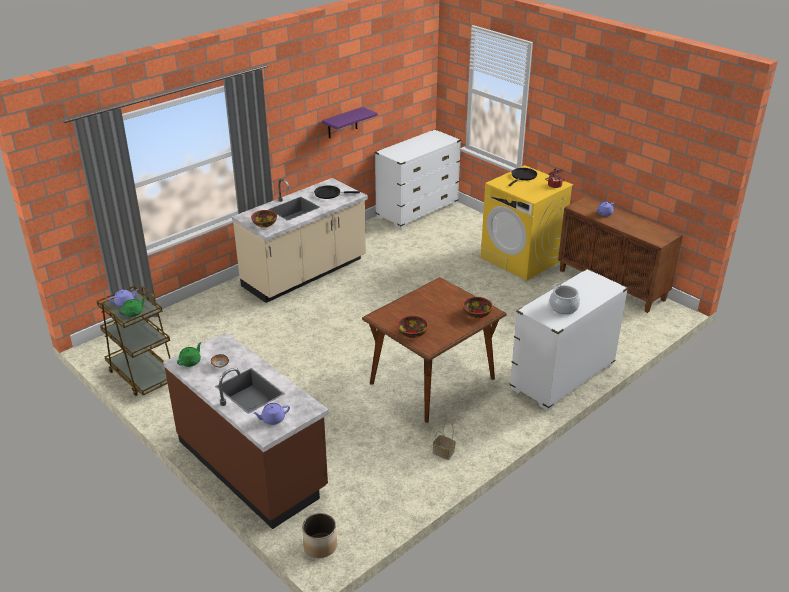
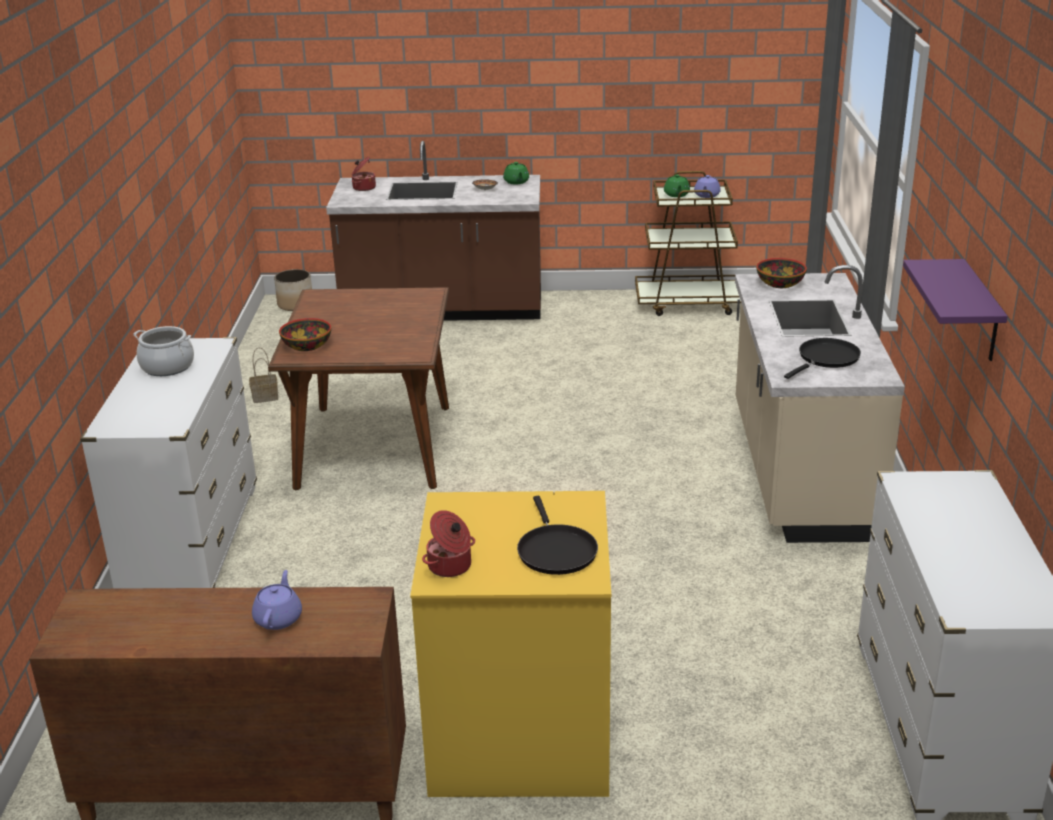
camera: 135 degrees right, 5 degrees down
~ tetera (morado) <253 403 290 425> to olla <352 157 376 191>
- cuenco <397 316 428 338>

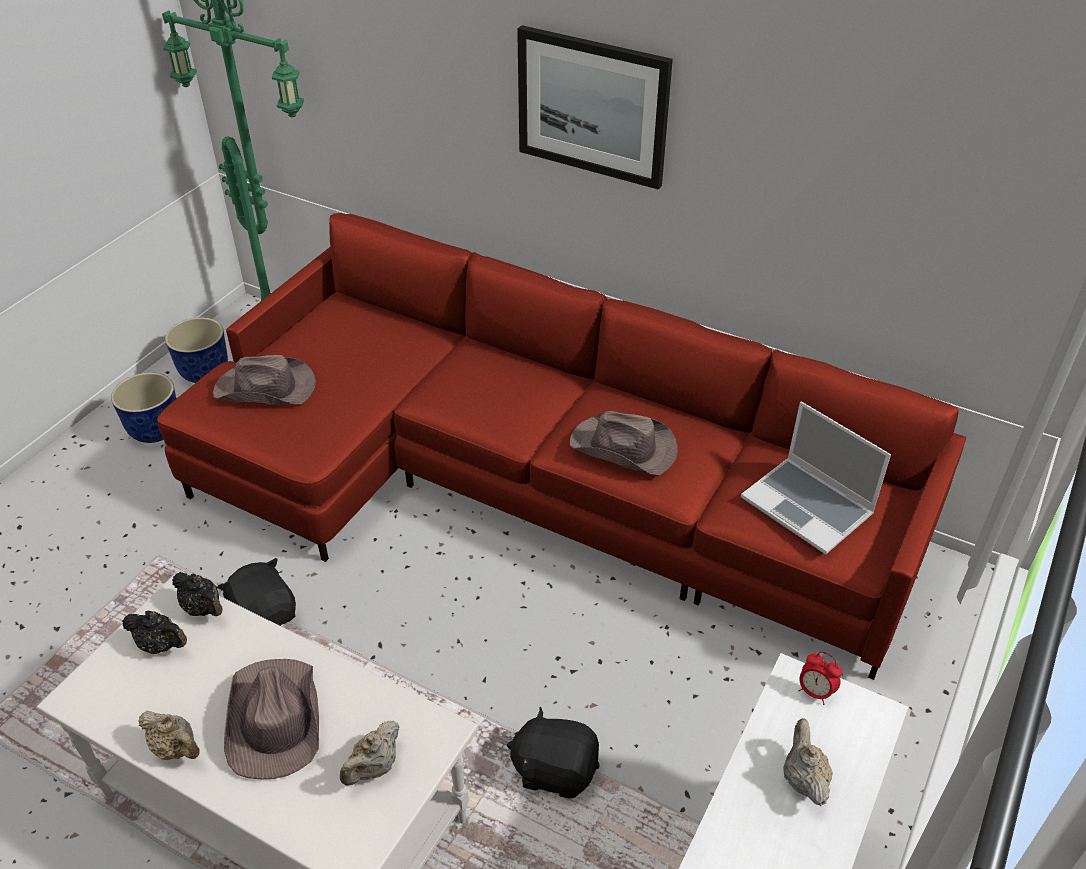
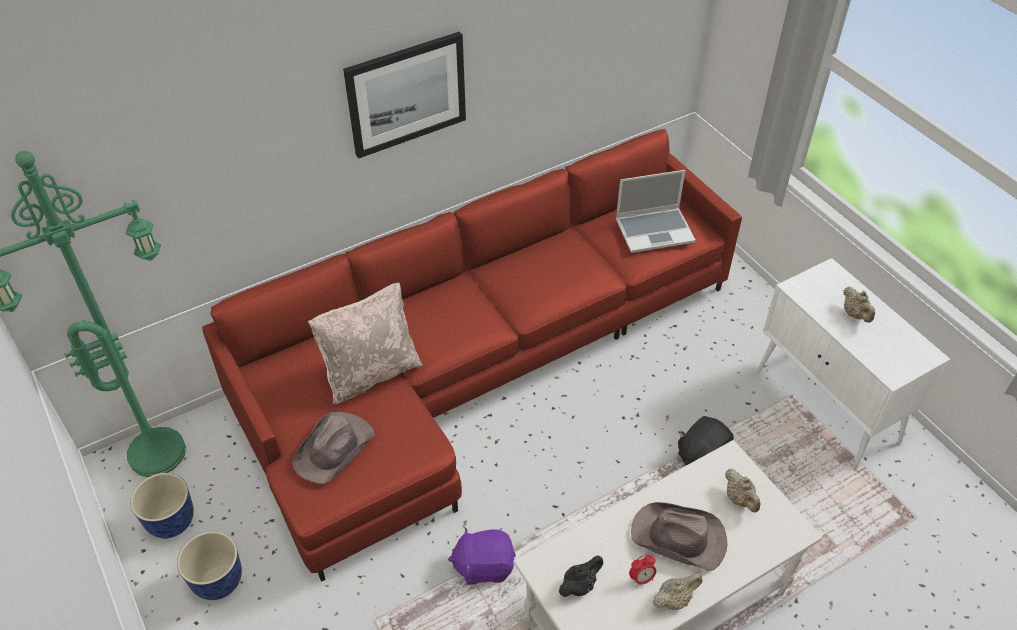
camera: 60 degrees left, 5 degrees up
+ cojín (beis) <308 282 422 404>
~ peluche (negro) <217 558 296 626> to peluche (morado) <448 527 516 585>
~ despertador <798 652 842 705> to <629 554 656 587>
~ tetera (beis) <783 718 833 806> = <844 287 875 323> 135 degrees counterclockwise
- tetera (negro) <172 572 222 616>
- sombrero (marrón) <570 411 678 475>

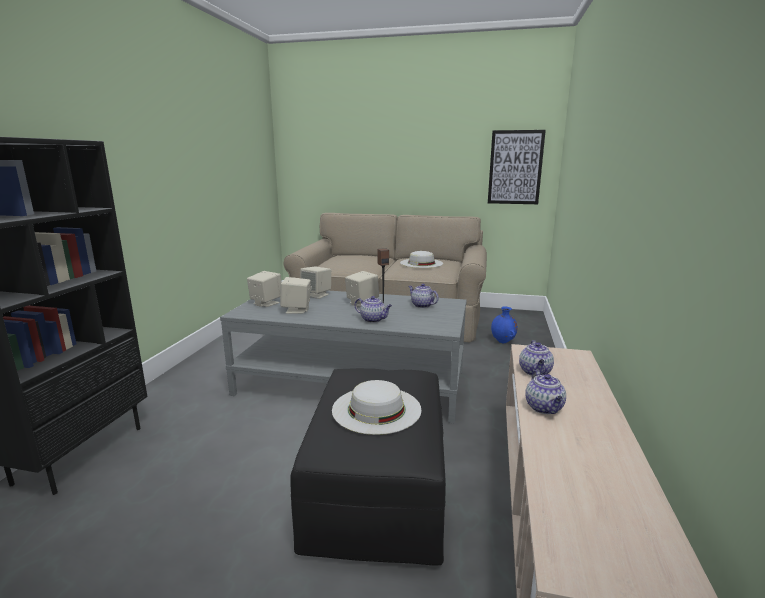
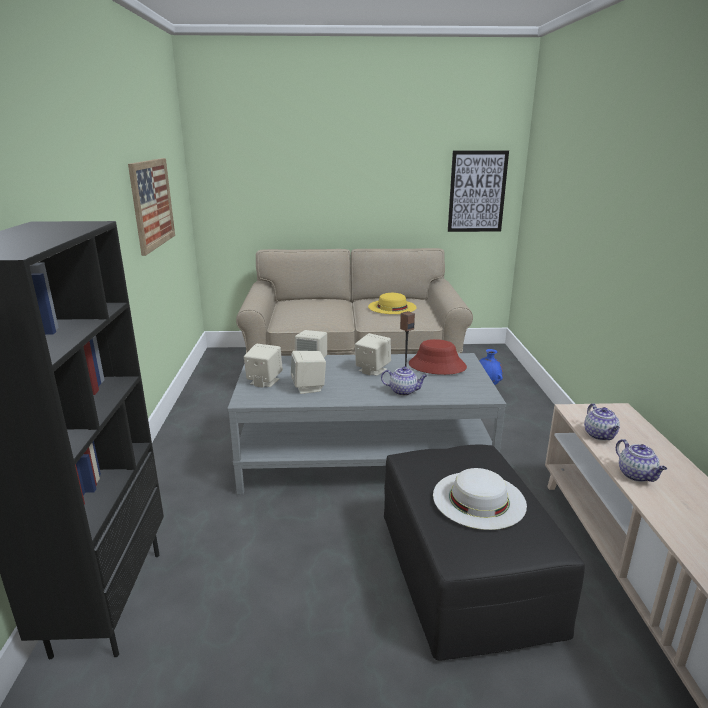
camera: 15 degrees left, 5 degrees up
+ cuadro <128 158 175 256>
~ sombrero (blanco) <400 251 443 268> to sombrero (amarillo) <368 293 417 314>
~ tetera <408 284 439 308> to sombrero (rojo) <409 339 467 375>

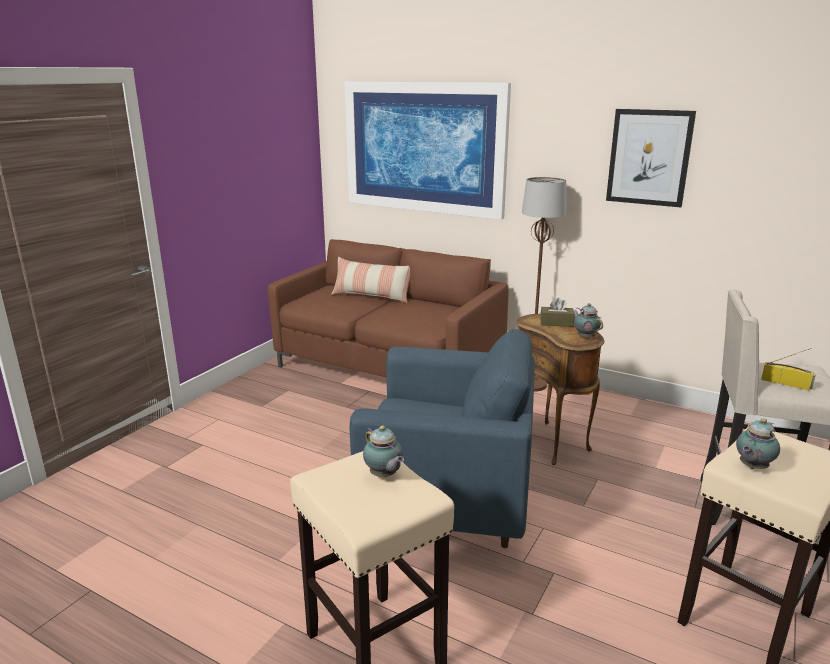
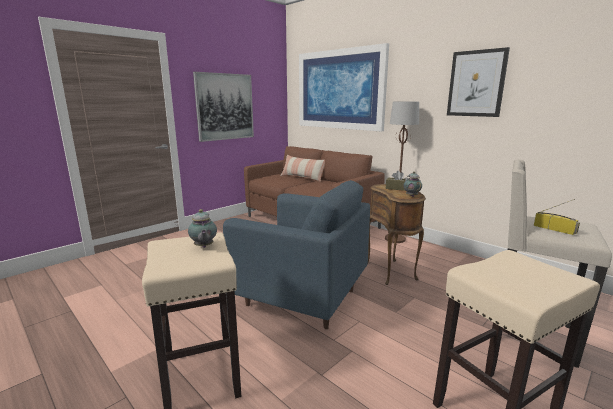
camera: 15 degrees right, 5 degrees down
+ cuadro <193 72 254 142>
- tetera <736 418 780 469>

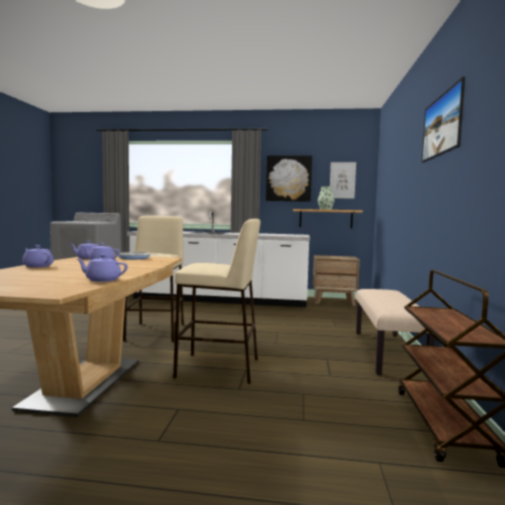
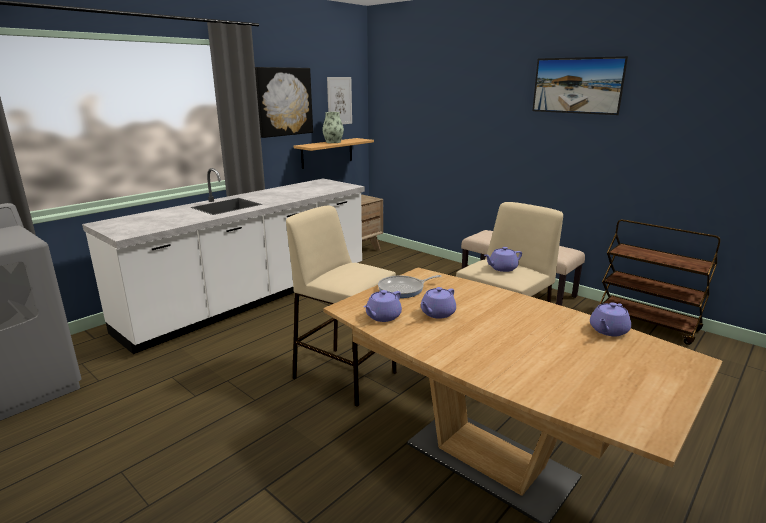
camera: 55 degrees left, 15 degrees up
~ tetera (morado) <22 245 54 267> to <484 247 522 272>

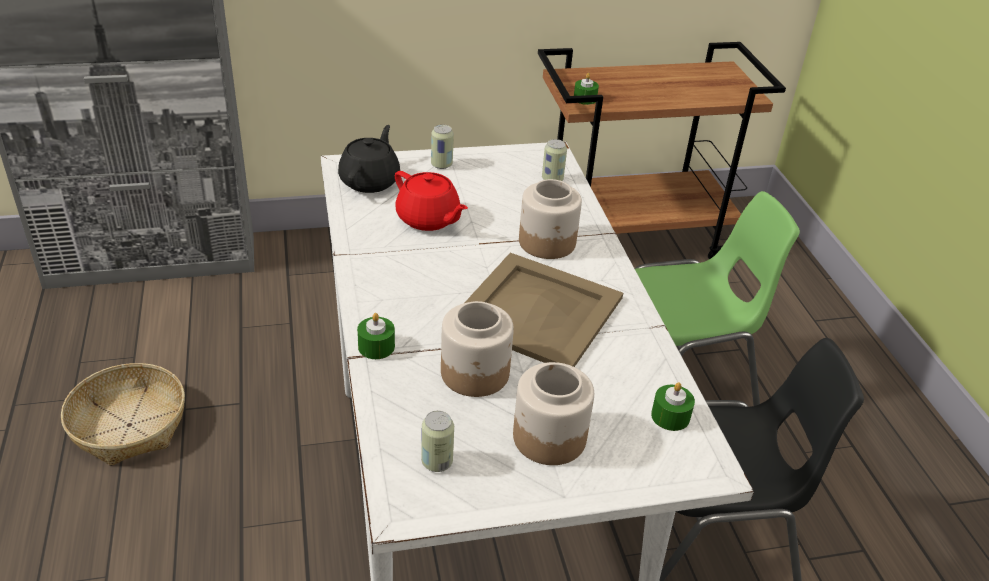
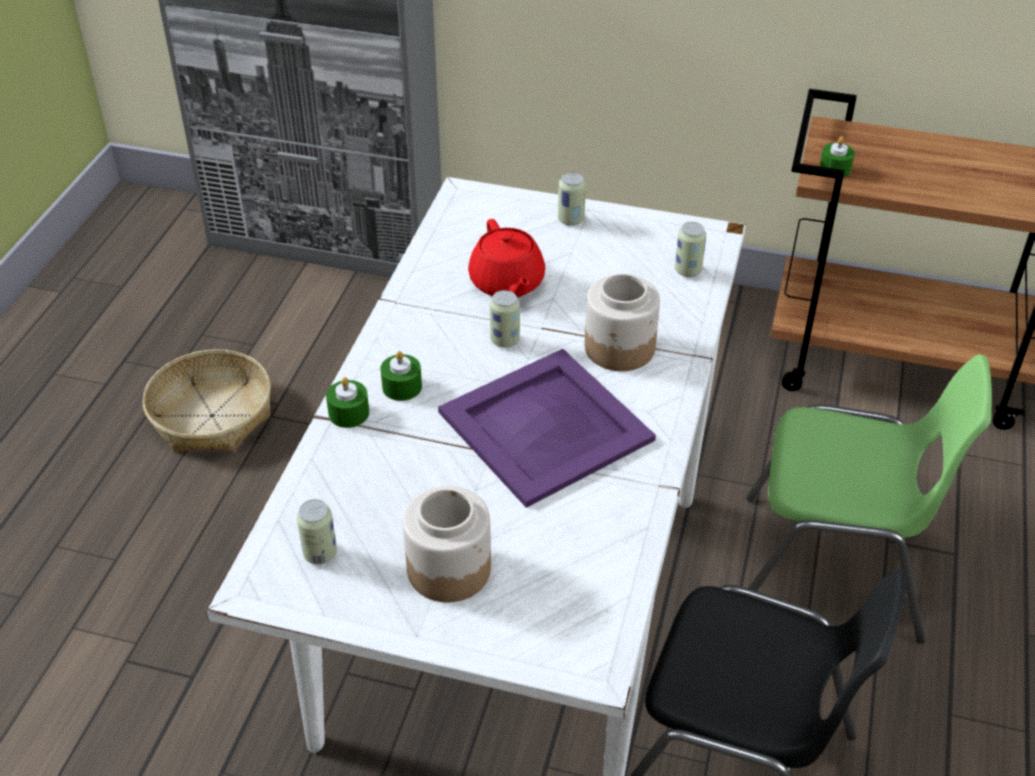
camera: 30 degrees right, 5 degrees up
~ vela (verde) <651 382 695 431> to <380 351 422 401>
~ bandeja (beis) <465 253 623 367> to bandeja (morado) <438 349 656 508>
+ lata <490 290 520 348>
- tetera (negro) <338 125 400 193>
- tarro <441 301 514 397>

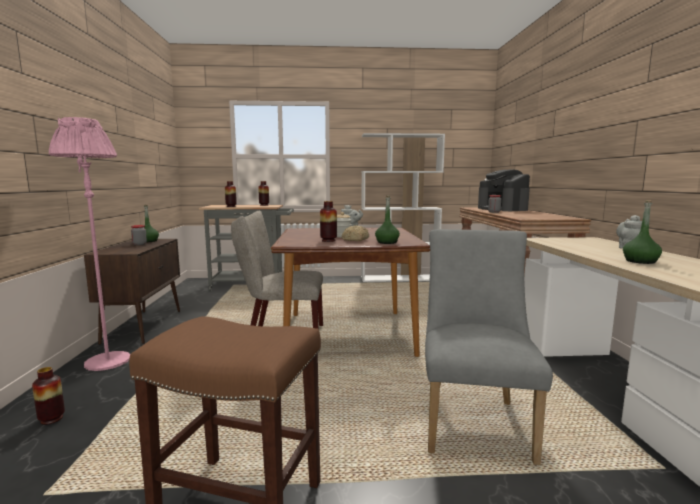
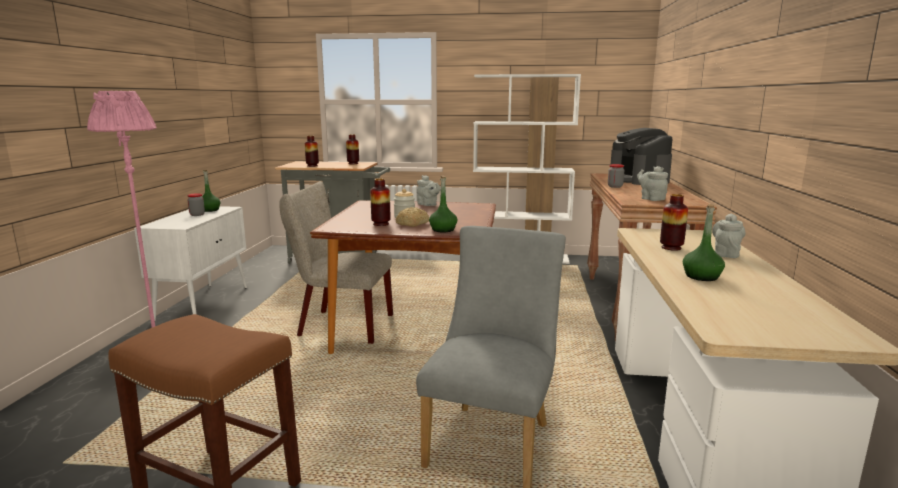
camera: 10 degrees right, 5 degrees up
~ armario (marrón) <84 239 180 345> to armario (blanco) <134 206 247 321>
+ tetera (gris) <637 166 668 201>
~ florero <32 367 65 425> to <660 194 688 251>

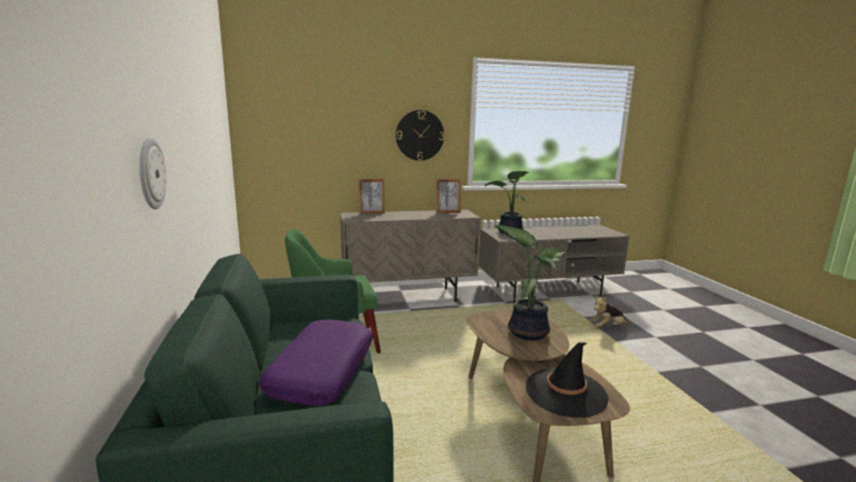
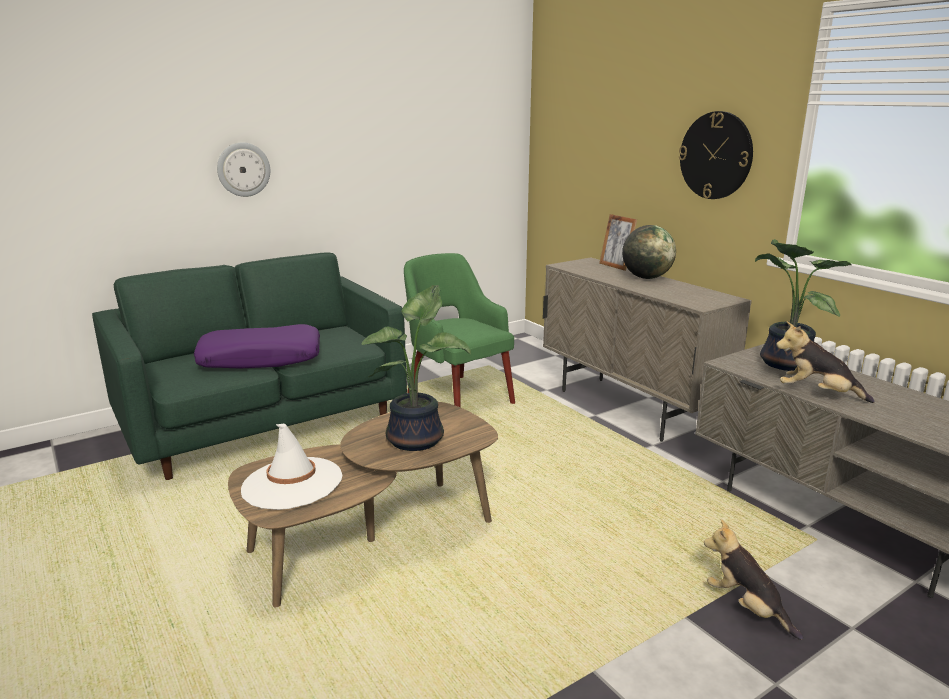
camera: 70 degrees right, 5 degrees up
~ sombrero (negro) <526 342 609 418> to sombrero (blanco) <241 424 342 510>
+ globo terráqueo <622 225 676 279>
+ peluche <776 322 874 403>
- portarretratos <436 179 461 213>

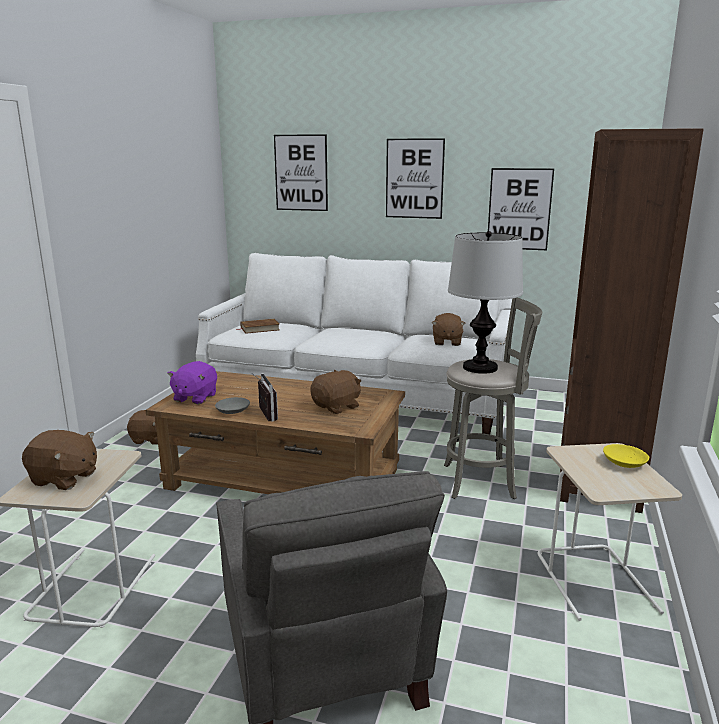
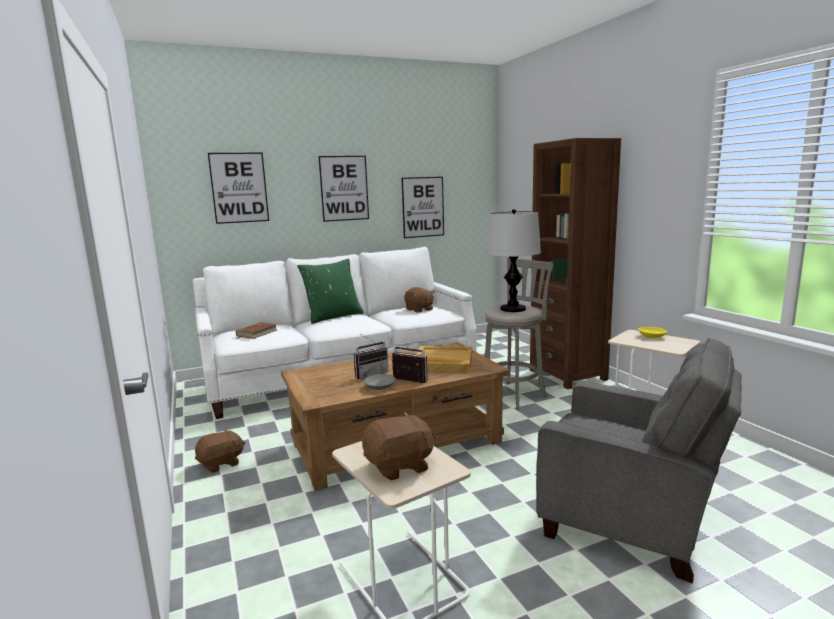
camera: 40 degrees left, 5 degrees down
+ cojín (verde) <297 259 364 324>
+ radio <354 335 388 379>
~ peluche (marrón) <310 370 361 414> to bandeja (beis) <416 346 472 372>
- peluche (morado) <167 361 217 404>

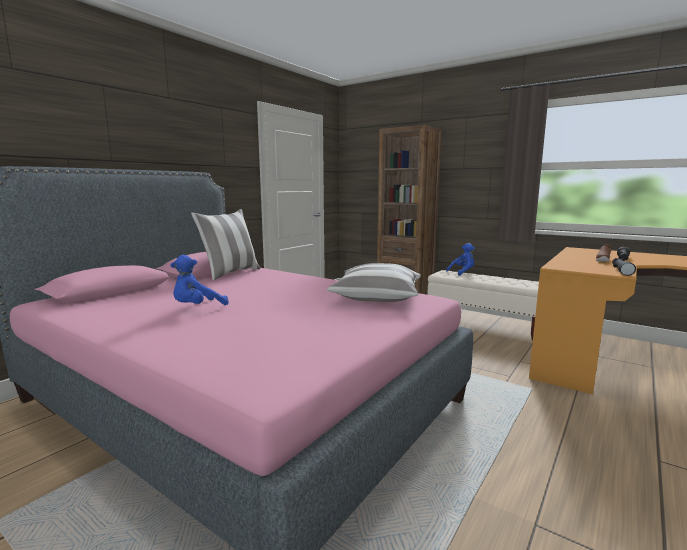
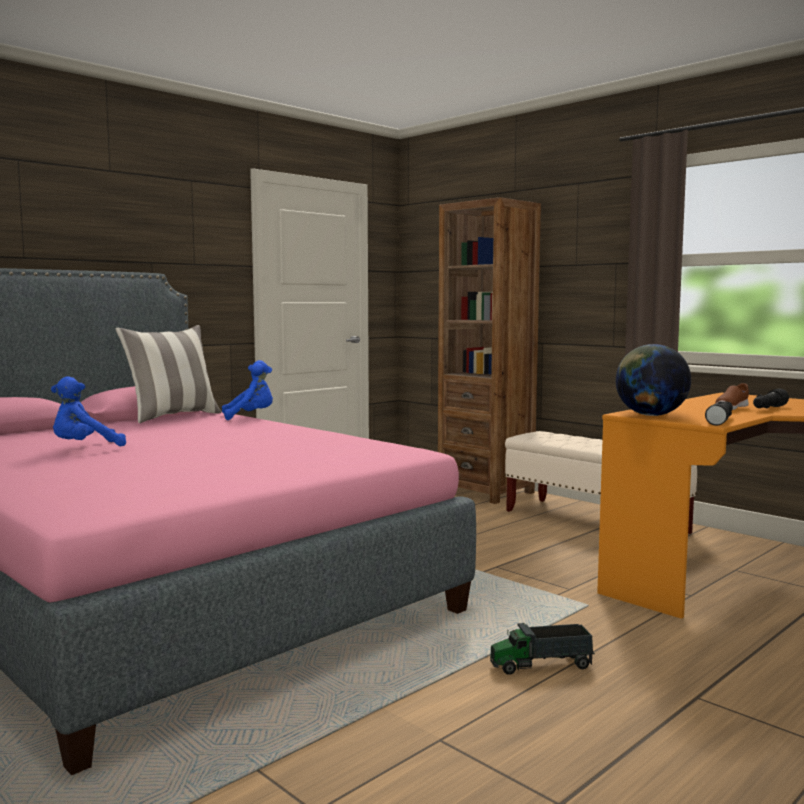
camera: 10 degrees right, 5 degrees down
~ peluche (azul) <446 243 475 276> to <222 360 273 420>
+ camión de juguete <490 623 595 675>
+ globo terráqueo <615 344 691 416>
- cojín <327 263 421 302>

